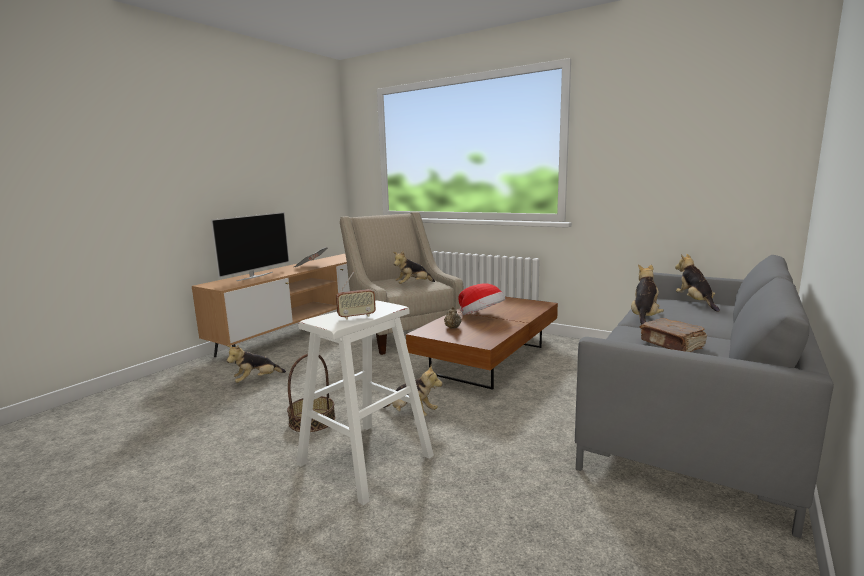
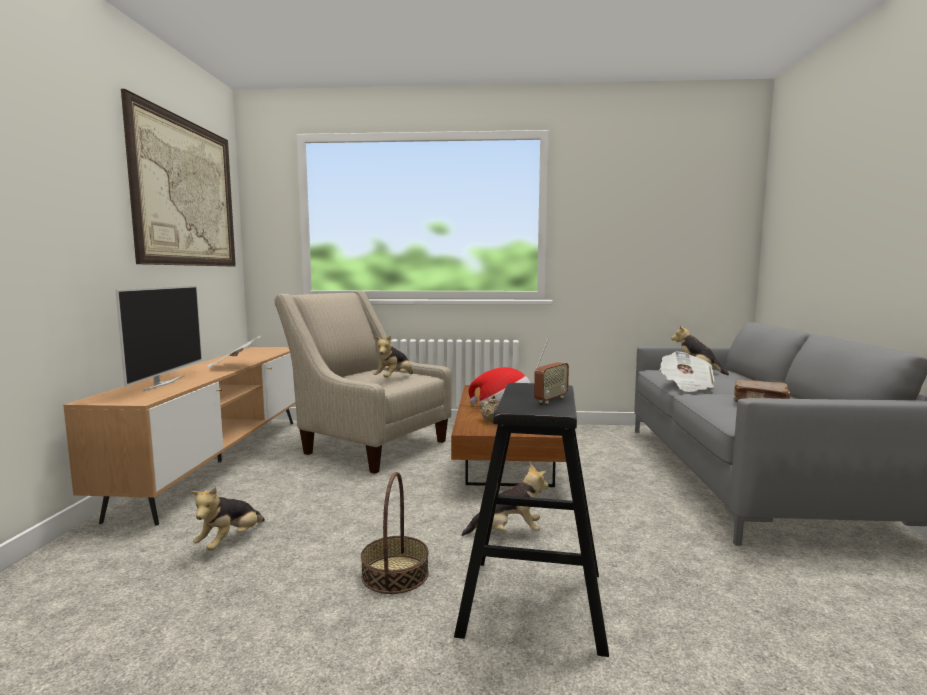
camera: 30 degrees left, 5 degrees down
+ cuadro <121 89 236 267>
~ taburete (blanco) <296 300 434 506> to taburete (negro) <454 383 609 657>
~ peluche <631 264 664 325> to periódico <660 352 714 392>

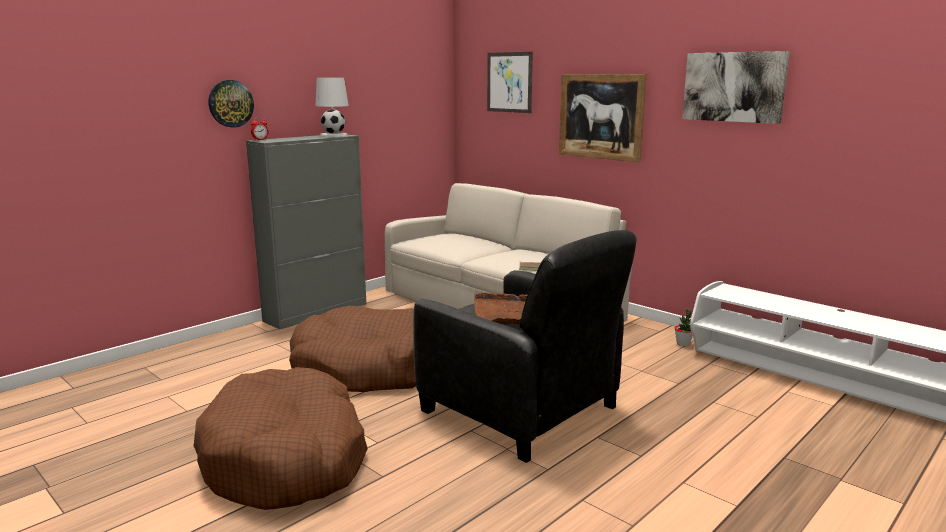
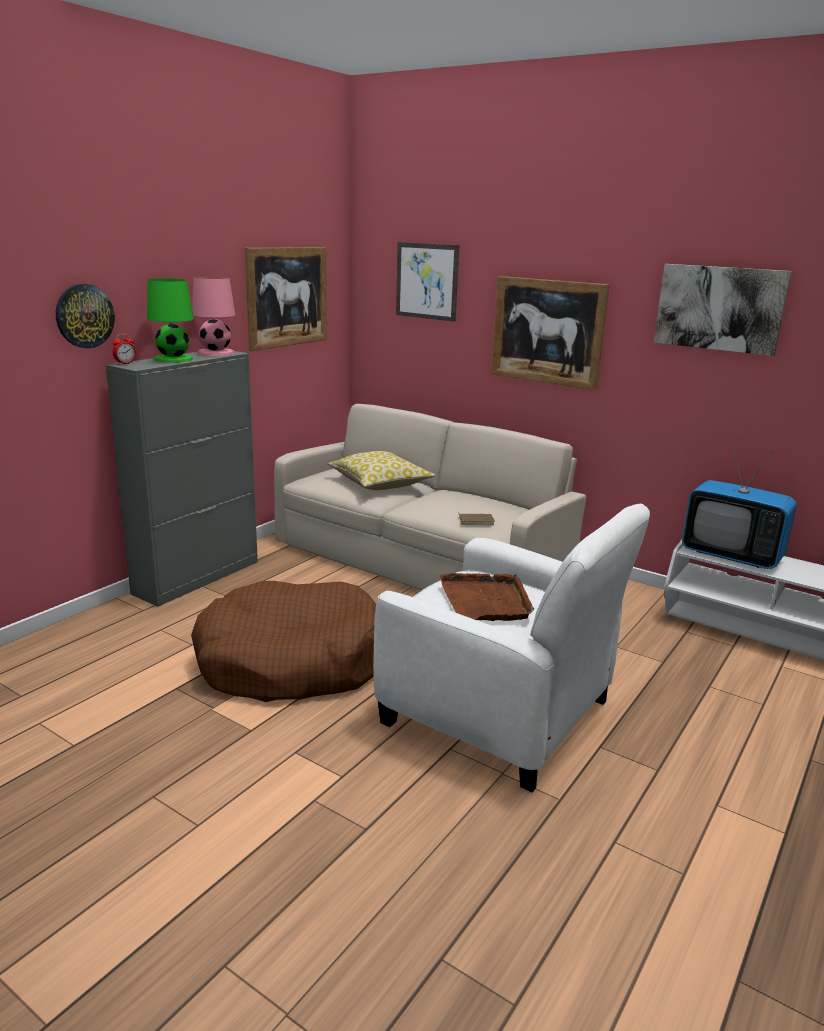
camera: 10 degrees left, 5 degrees up
+ lámpara de mesa (verde) <147 279 194 363>
~ lámpara de mesa (blanco) <315 78 349 137> to lámpara de mesa (rosa) <192 276 235 356>
+ cuadro <245 247 327 351>
+ cojín <328 451 435 490>
~ sillón (negro) <413 230 637 463> to sillón (blanco) <373 504 650 792>
+ televisor <682 443 797 569>
- cama para perro (marrón) <194 367 368 510>
- planta en maceta <674 309 693 346>

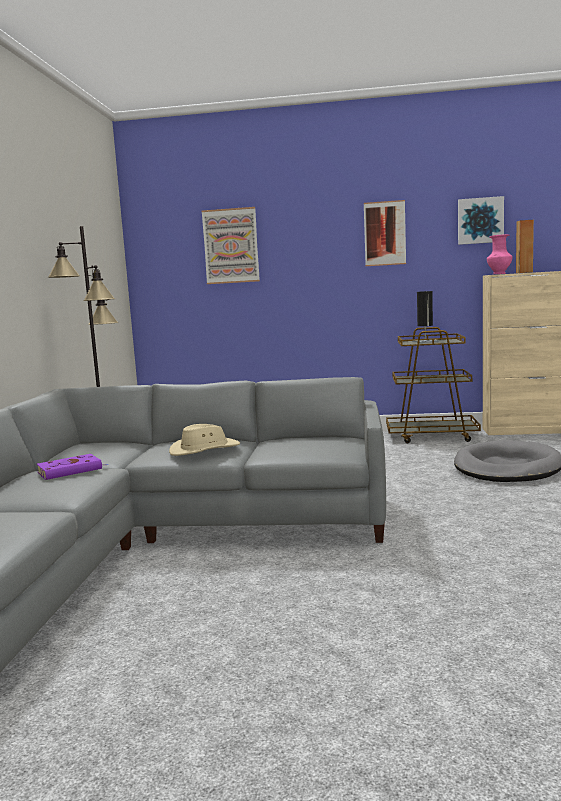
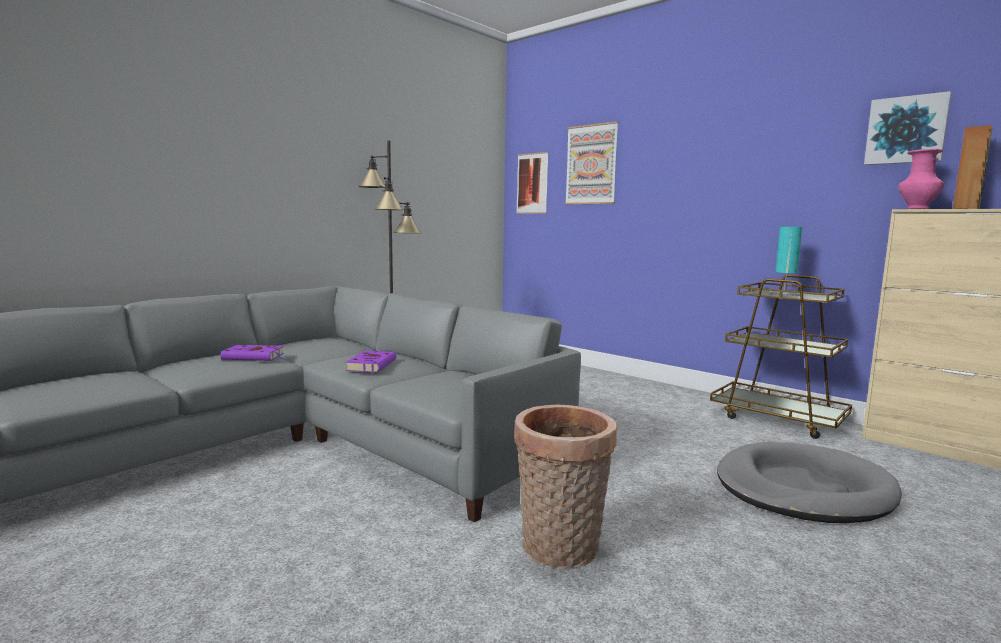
camera: 35 degrees right, 0 degrees up
~ sombrero (beis) <169 424 240 456> to libro (morado) <345 350 397 373>
+ cesta <514 404 617 568>
~ cuadro <364 200 406 266> to <516 152 549 214>
~ lámpara de mesa (negro) <412 291 439 343> to lámpara de mesa (turquesa) <770 227 803 296>

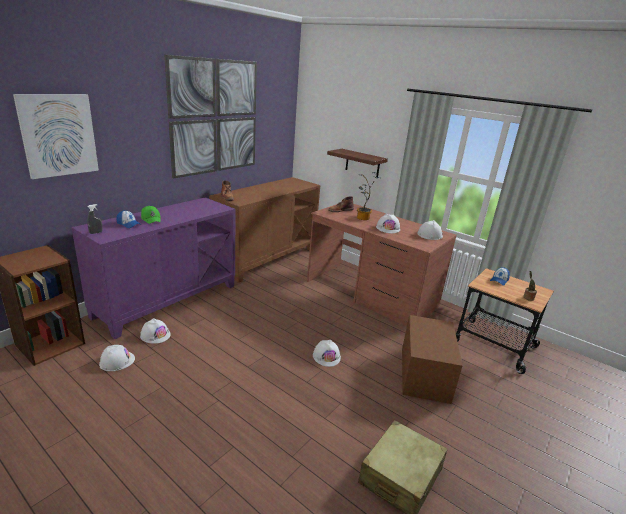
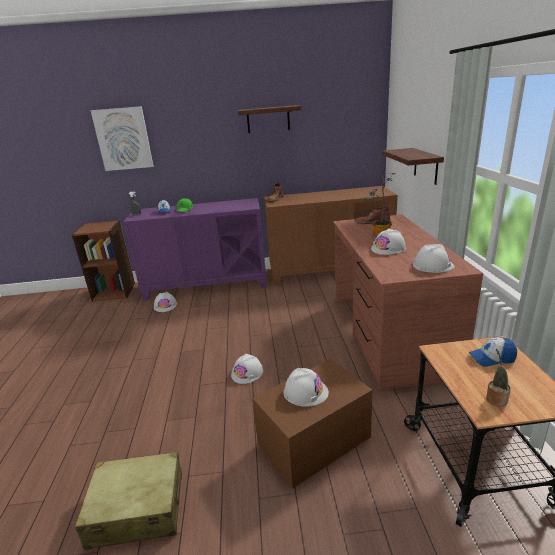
camera: 50 degrees right, 0 degrees up
~ cuadro <164 55 257 178> to estante <238 105 301 133>
~ casco (blanco) <99 345 135 371> to <283 368 329 407>

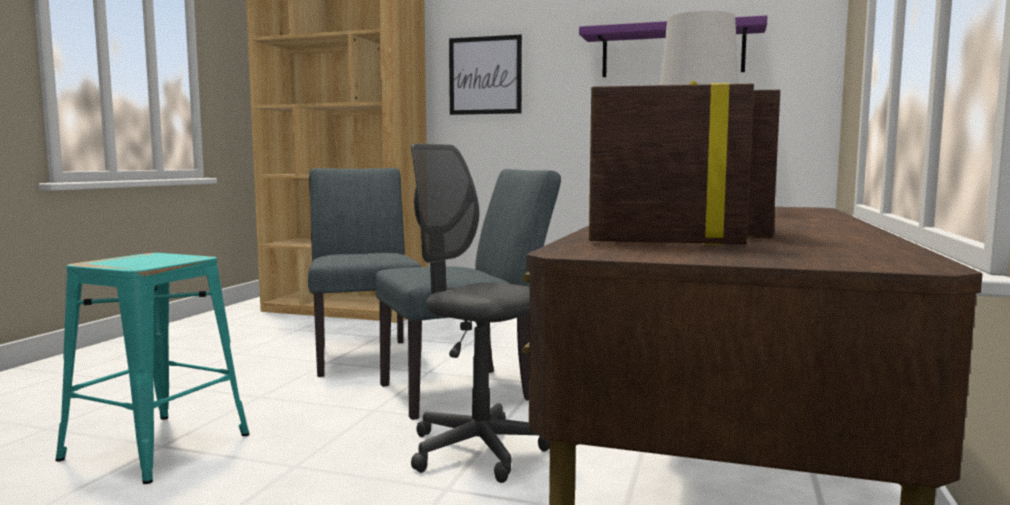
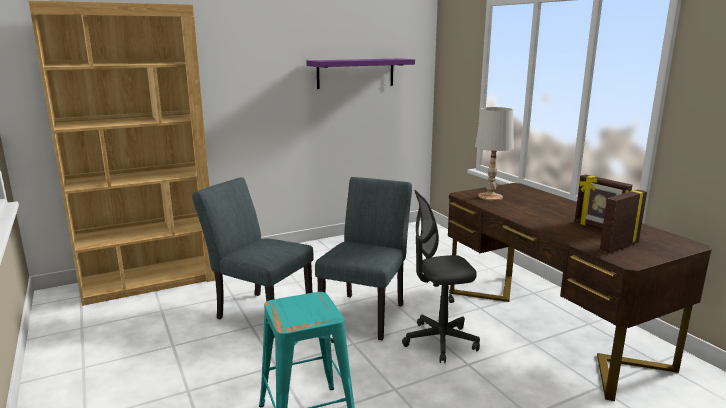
camera: 45 degrees left, 10 degrees up
- cuadro <449 35 522 115>

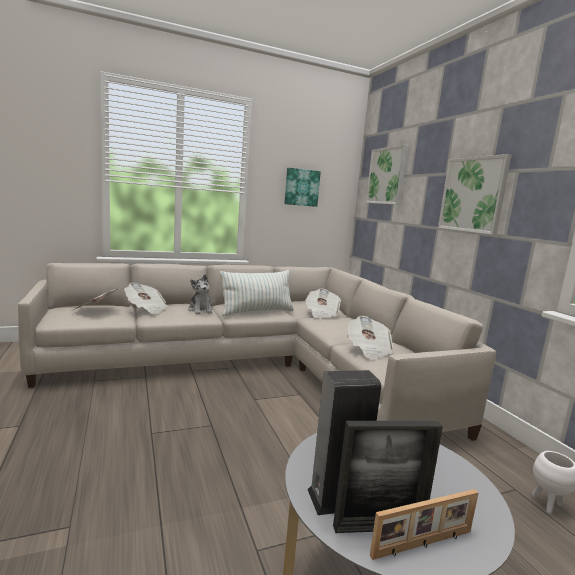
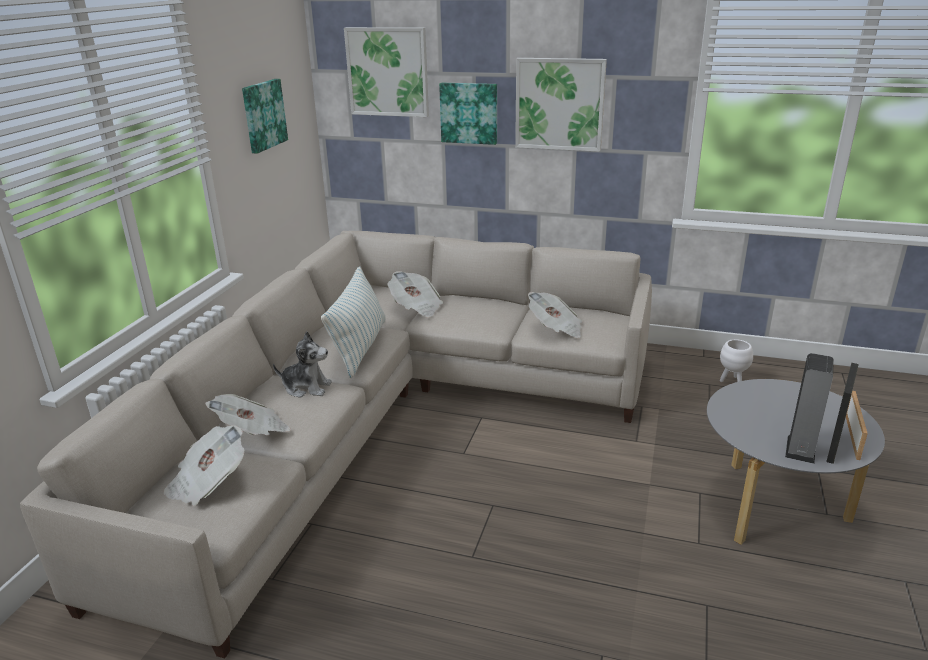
camera: 50 degrees left, 15 degrees up
+ cuadro <439 83 497 145>

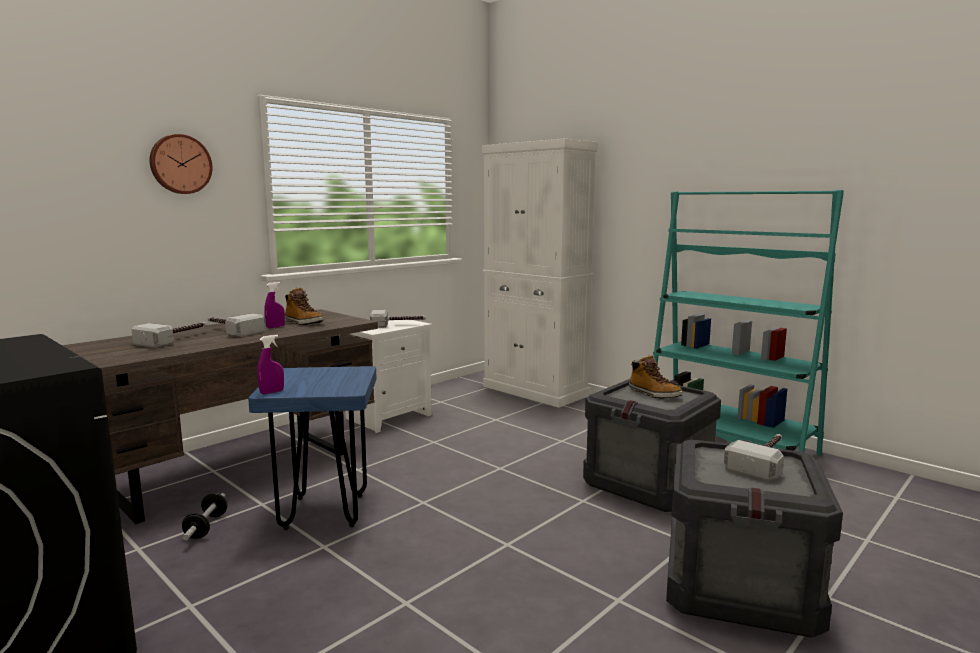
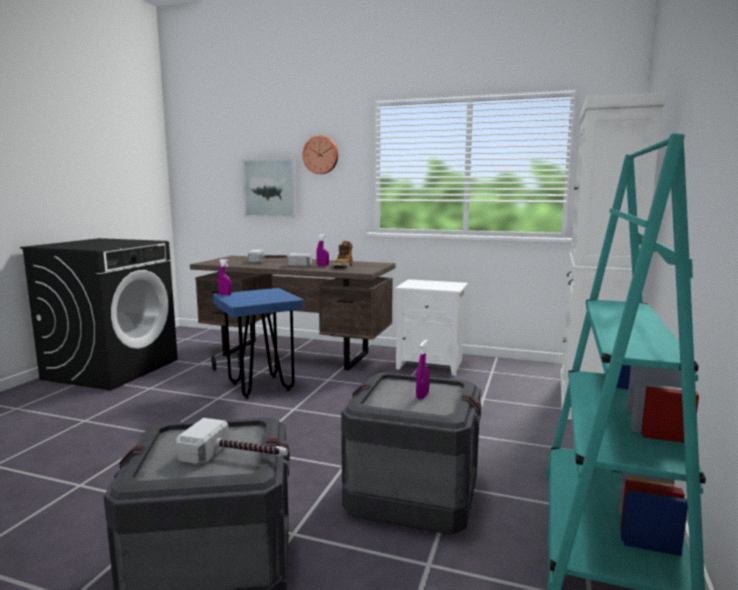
camera: 65 degrees right, 0 degrees up
+ cuadro <242 158 297 218>
~ bota <629 355 683 399> to pulverizador (morado) <416 339 430 399>
- martillo <370 310 426 328>

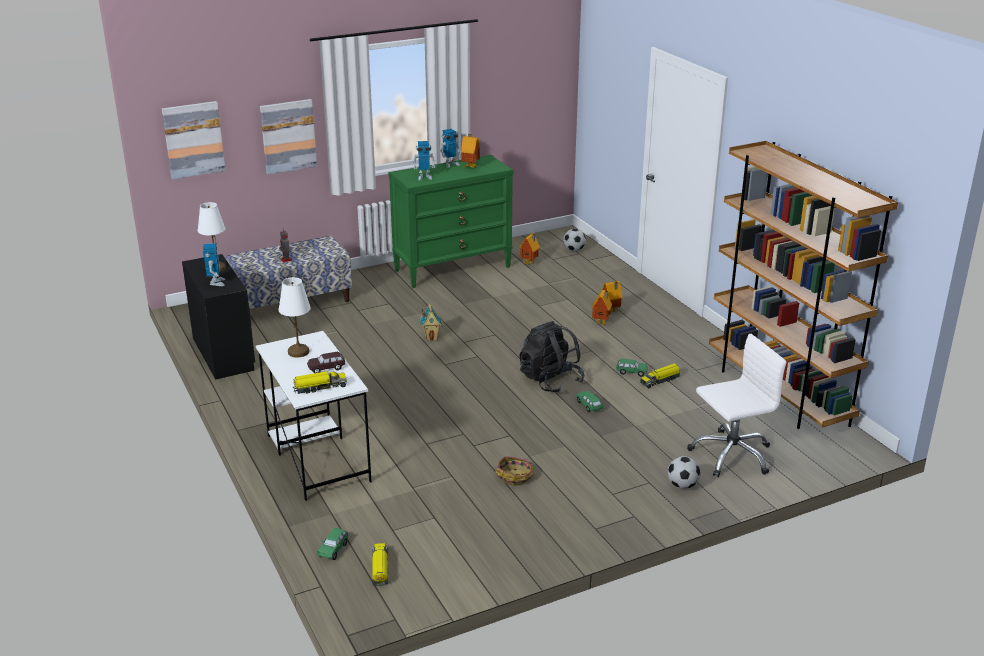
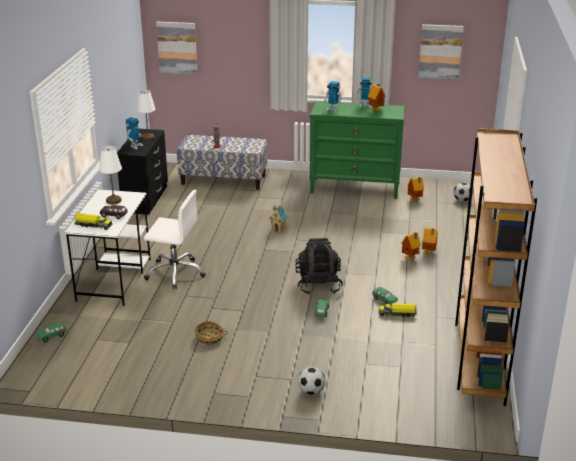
camera: 35 degrees right, 0 degrees up
~ silla de oficina (blanco) <687 333 787 477> to <144 190 206 289>
~ cuadro <260 99 317 174> to <418 24 464 80>
- camión de juguete <372 543 388 586>

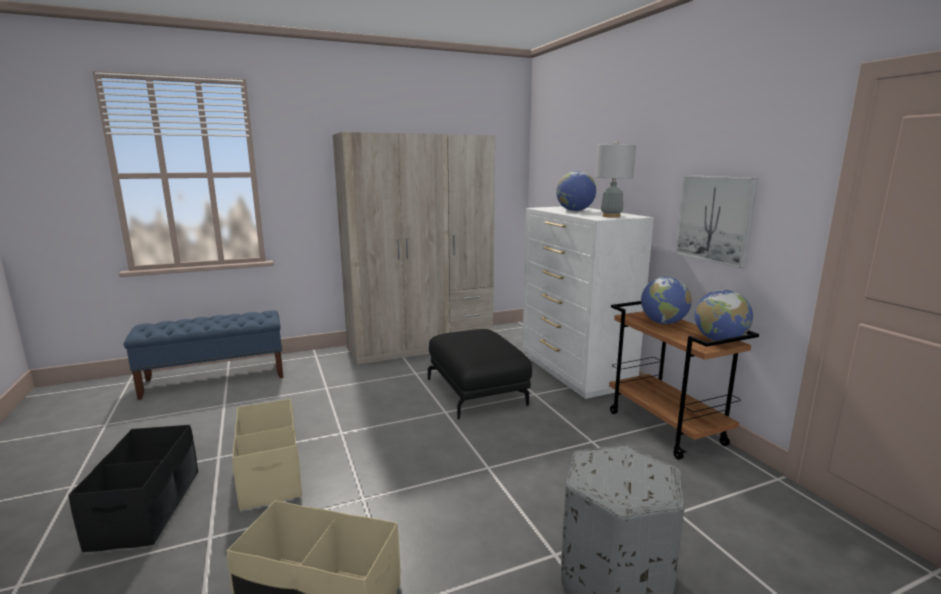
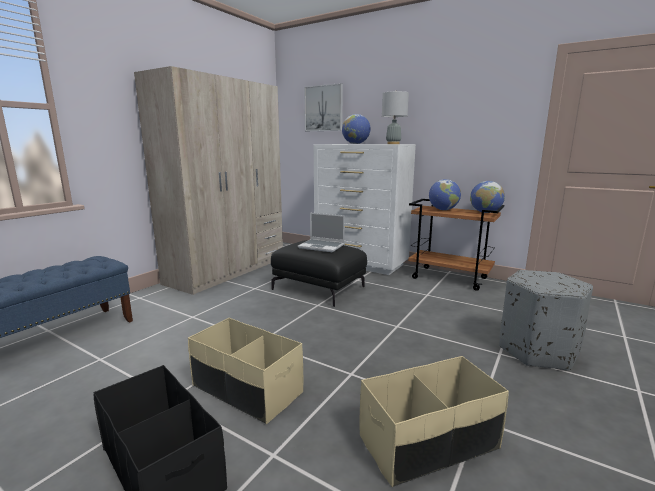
camera: 35 degrees left, 0 degrees up
+ portátil <298 213 345 252>
~ cuadro <675 175 758 268> to <304 83 343 131>

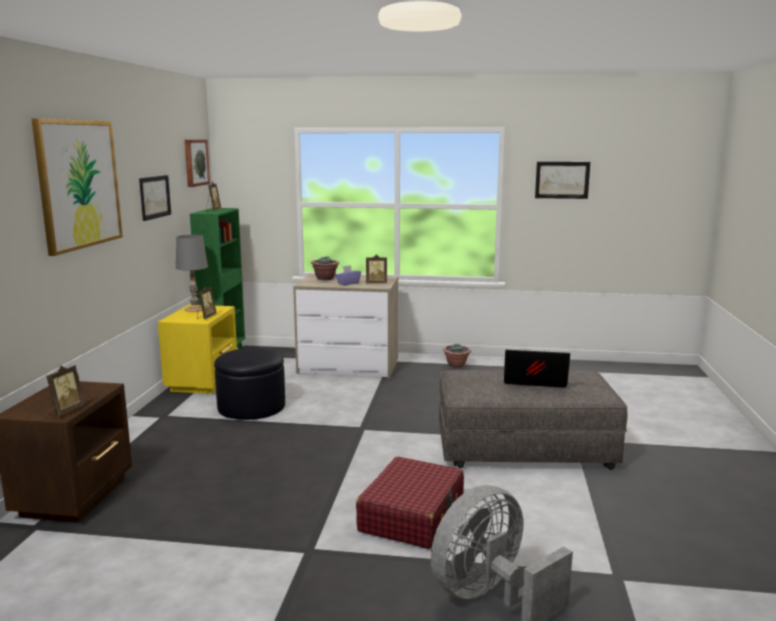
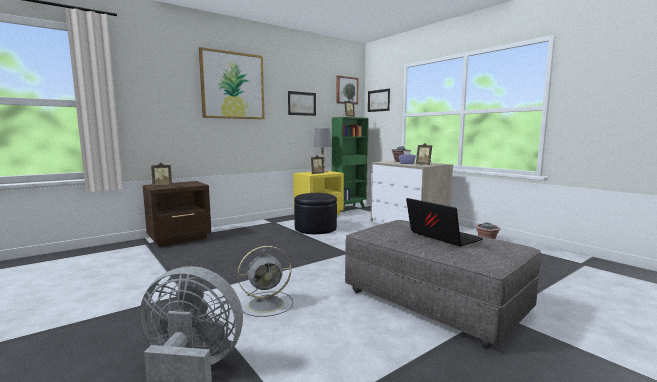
camera: 45 degrees right, 5 degrees down
~ maleta (rojo) <356 457 464 549> to ventilador (gris) <238 246 293 317>
~ cuadro <535 162 590 199> to <368 89 390 112>

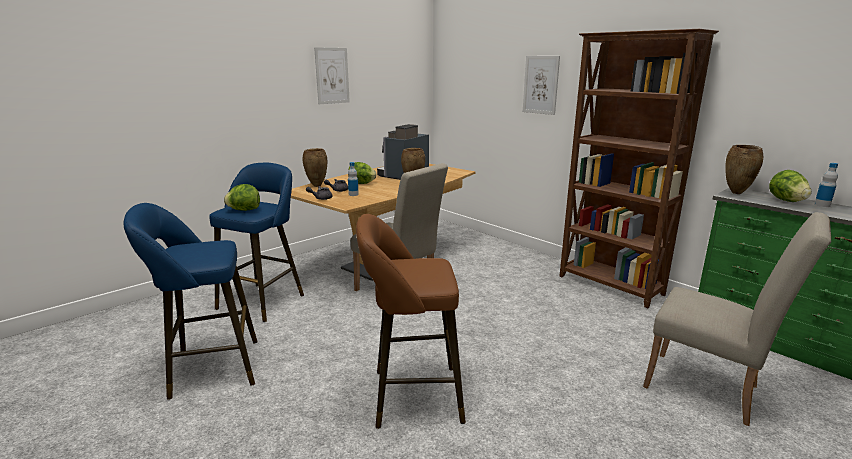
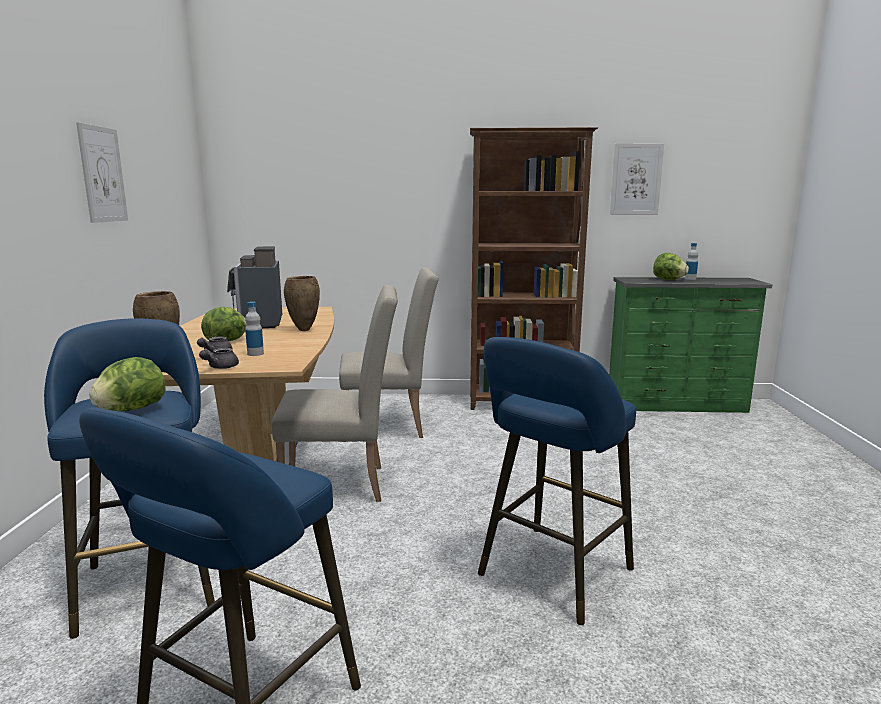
camera: 45 degrees left, 5 degrees down
~ silla (beis) <643 212 831 426> to <339 267 439 438>
~ taburete (marrón) <356 214 466 429> to taburete (azul) <478 337 636 625>
~ cuadro <523 56 560 115> to <610 143 664 215>
- florero (marrón) <725 145 763 194>

